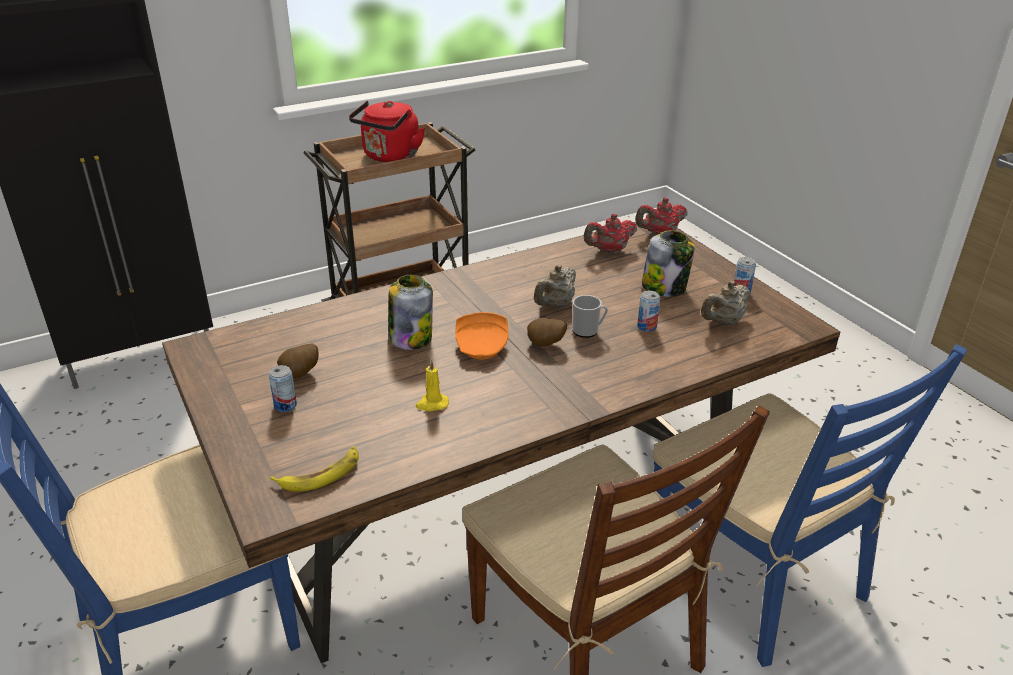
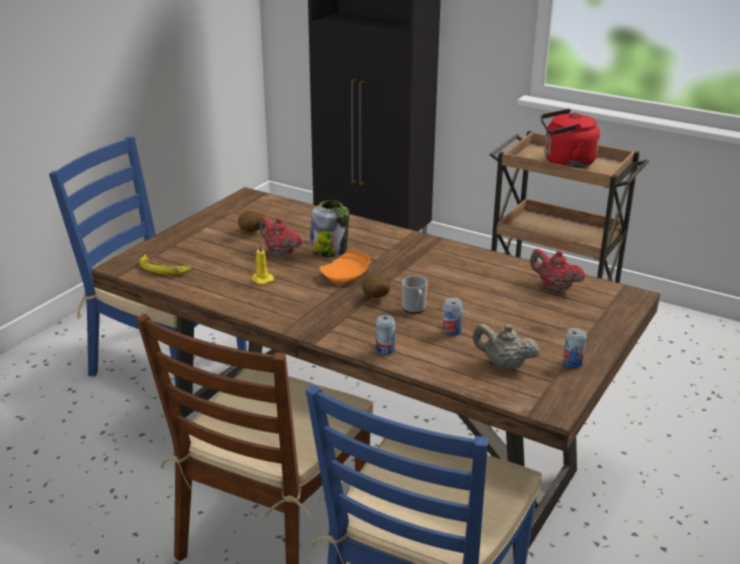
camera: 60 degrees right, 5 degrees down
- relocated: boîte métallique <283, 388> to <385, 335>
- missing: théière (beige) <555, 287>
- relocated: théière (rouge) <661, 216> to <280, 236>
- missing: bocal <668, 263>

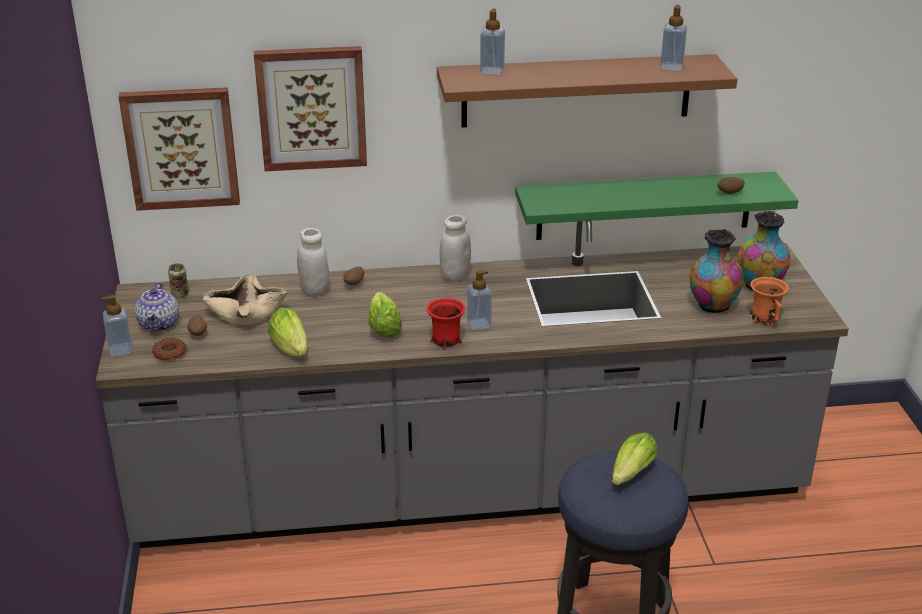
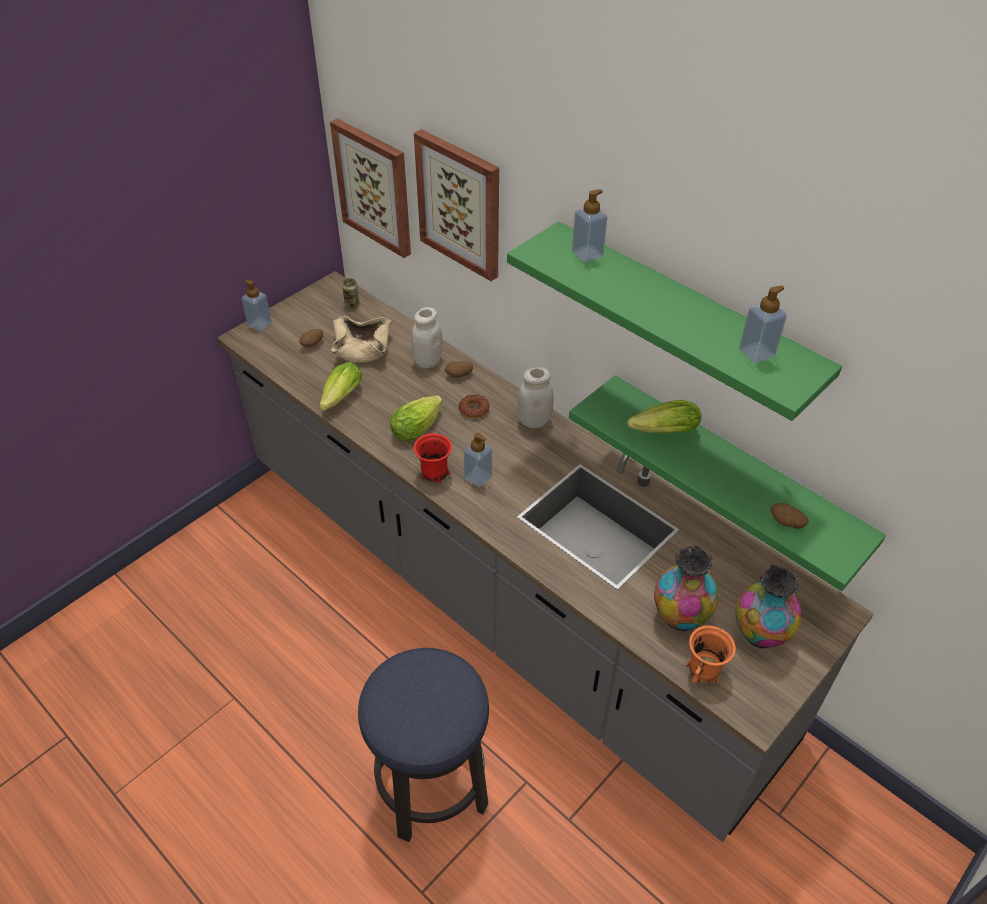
camera: 50 degrees right, 15 degrees up
- missing: théière <157, 307>
- relocated: beignet <169, 349> to <474, 406>
- colour: étagère (marron) <587, 91> to étagère (vert) <674, 321>
- relocated: laitue <634, 459> to <664, 416>

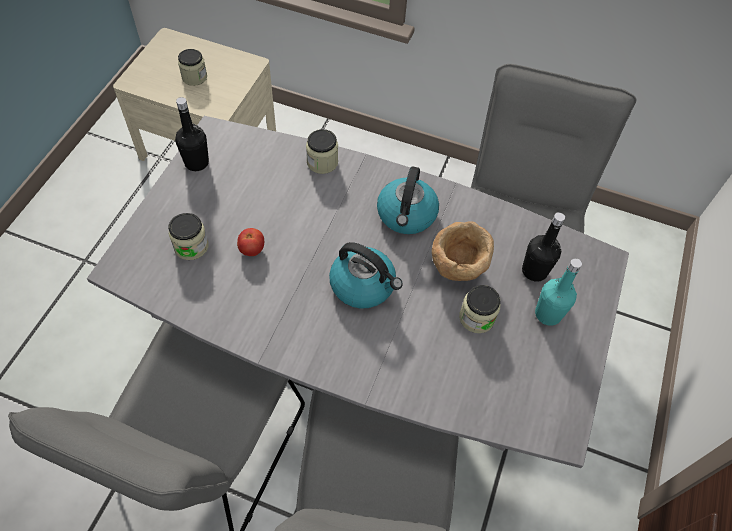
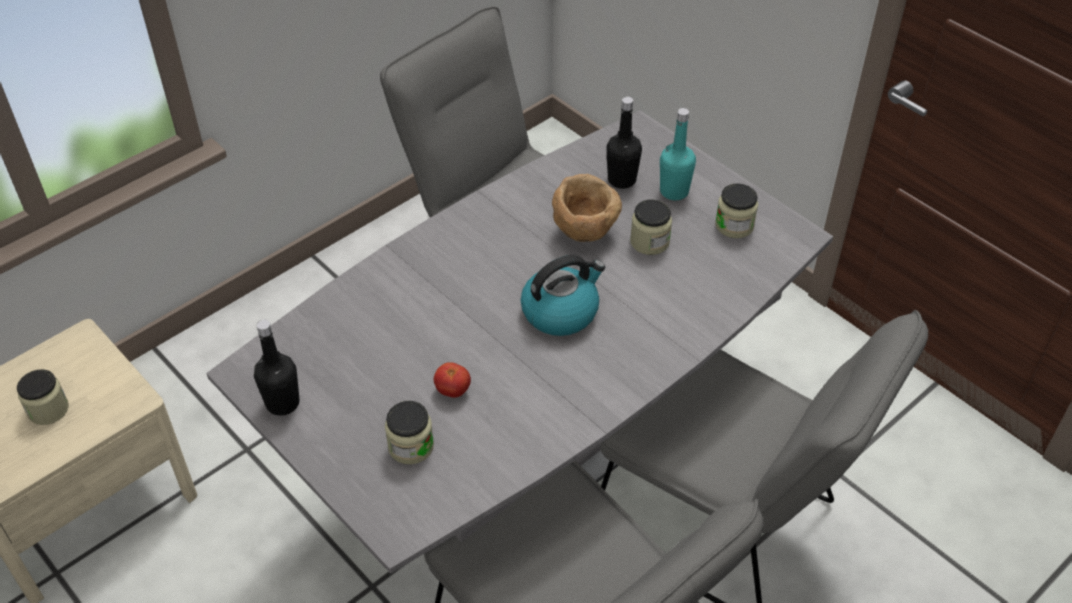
camera: 60 degrees left, 10 degrees down
- relocated: bocal <322, 151> to <736, 210>
- missing: bouilloire <408, 200>

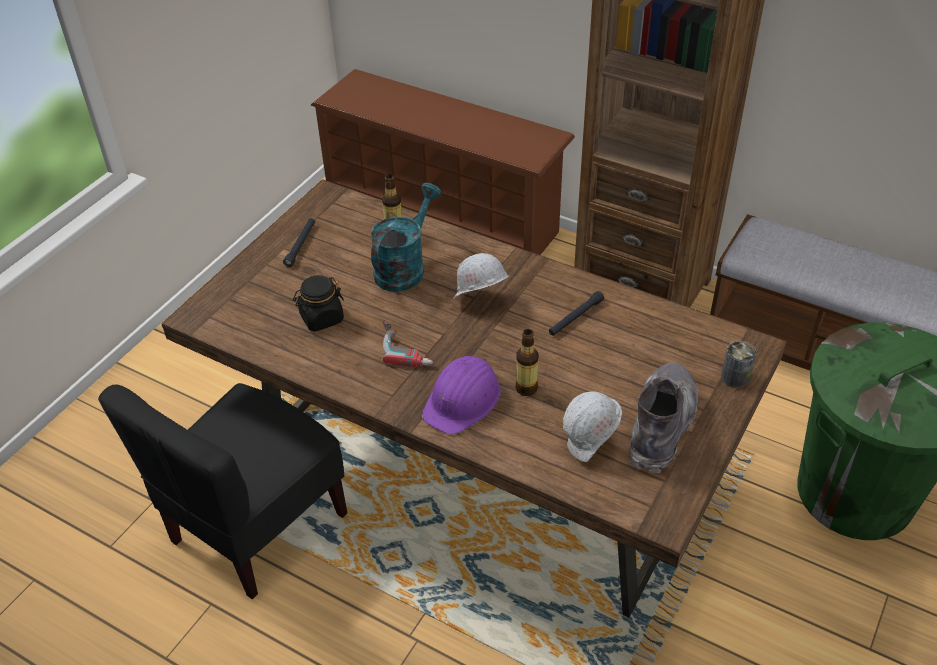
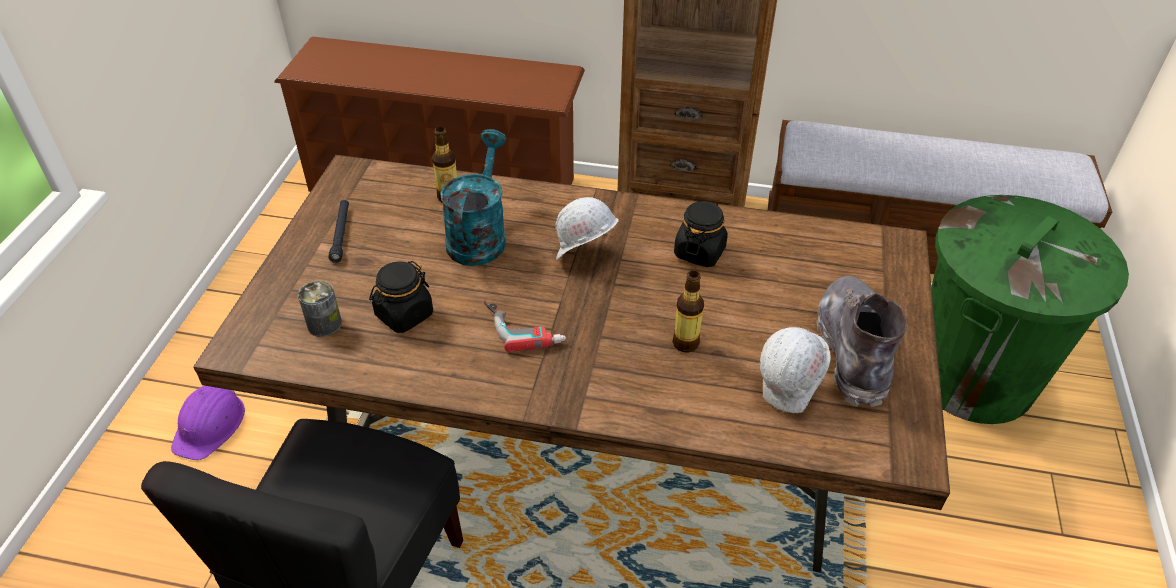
camera: 20 degrees left, 0 degrees up
- relocated: casque de chantier (violet) <461, 395> to <208, 423>
- exchanged: lampe de poche (noir) <576, 313> to bocal (noir) <701, 234>
- relocated: boîte métallique <739, 364> to <320, 308>

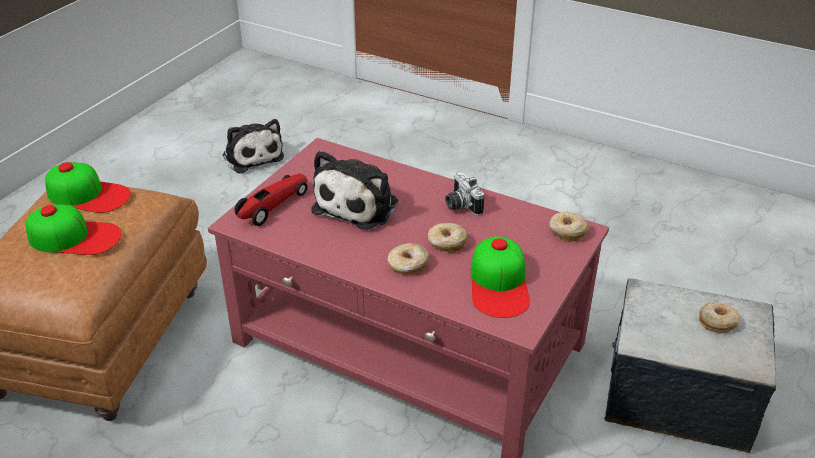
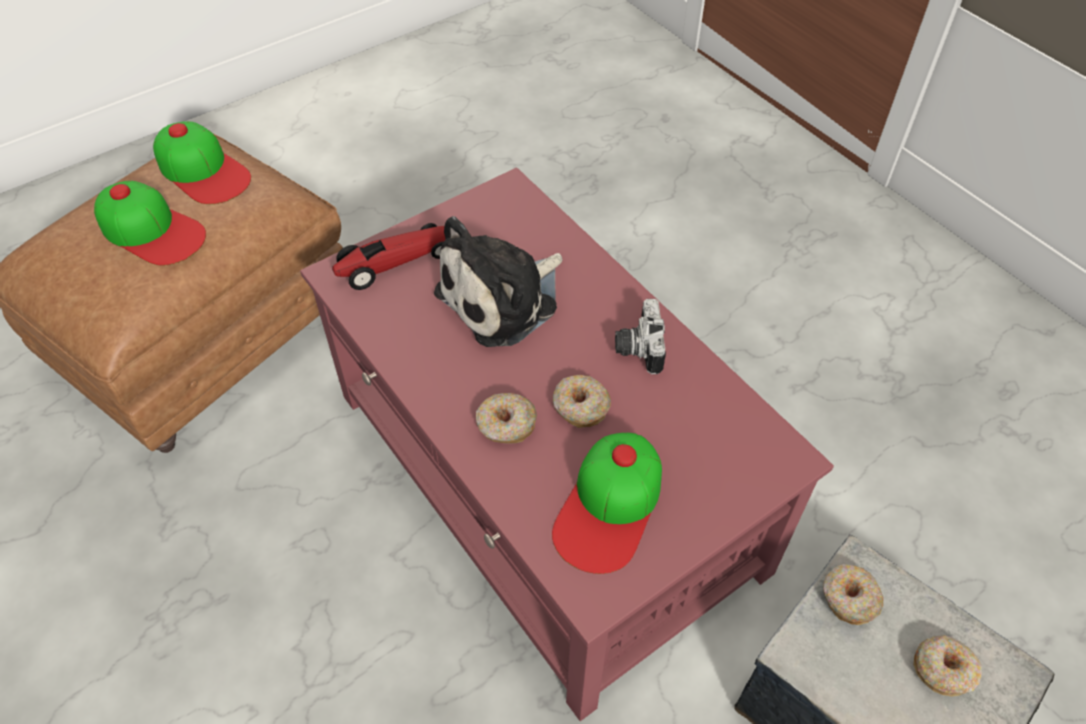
camera: 25 degrees right, 15 degrees up
- missing: peluche <253, 146>
- relocated: beignet <569, 227> to <853, 594>

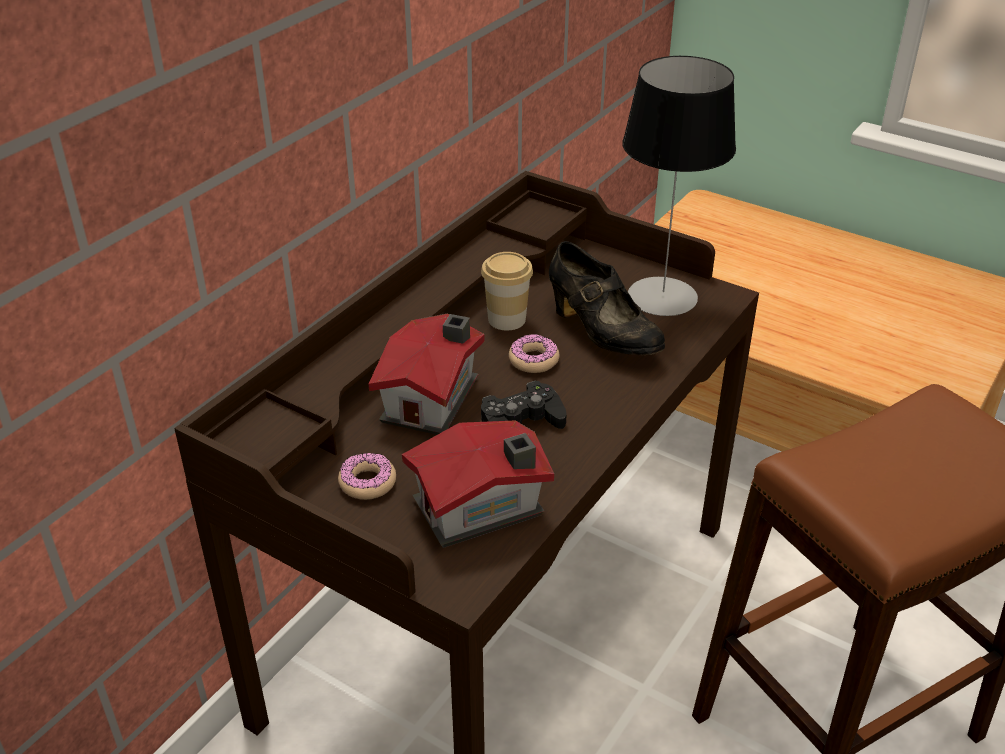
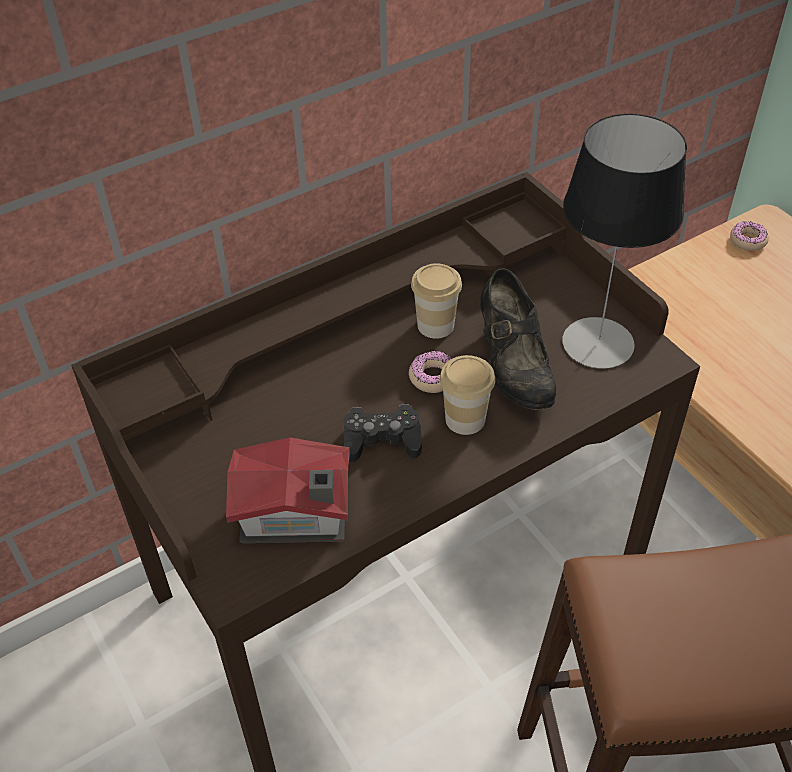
camera: 25 degrees right, 10 degrees up
- relocated: beignet <367, 476> to <749, 236>
- missing: maison miniature <427, 374>
- appeared: tasse <467, 395>

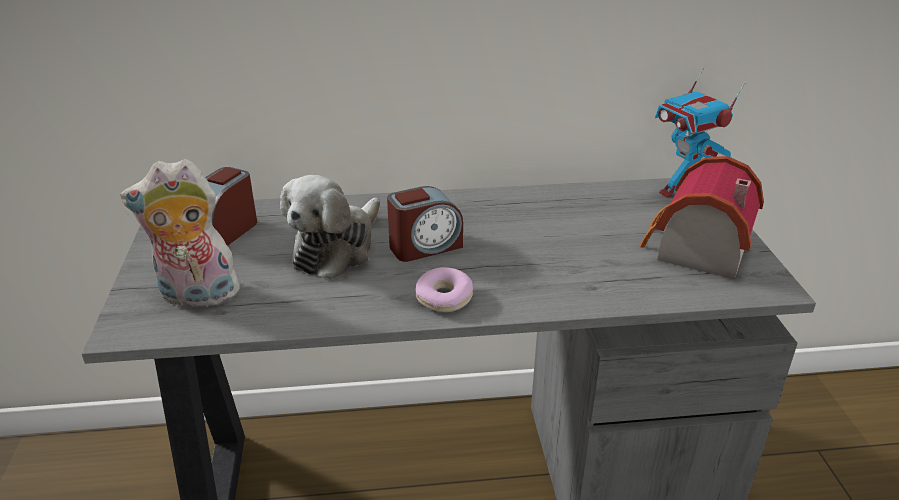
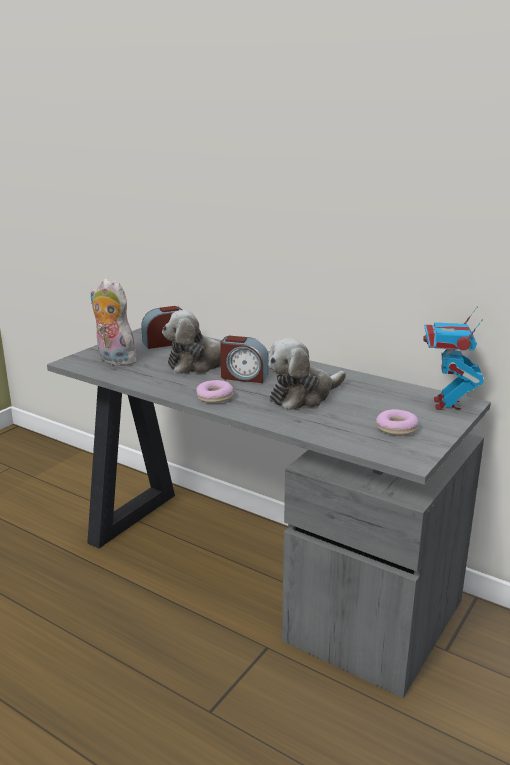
camera: 40 degrees right, 10 degrees down
- exchanged: maison miniature <702, 218> to beignet <397, 422>
- appeared: peluche <307, 374>

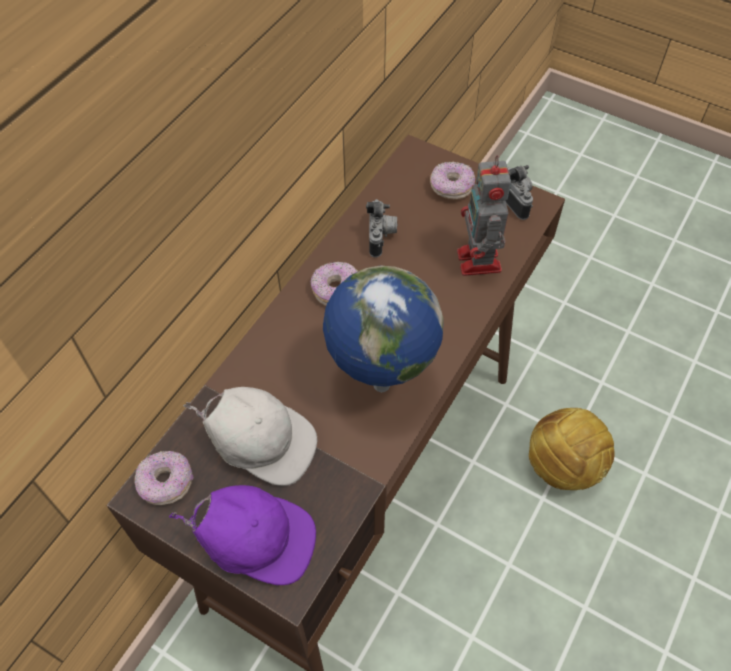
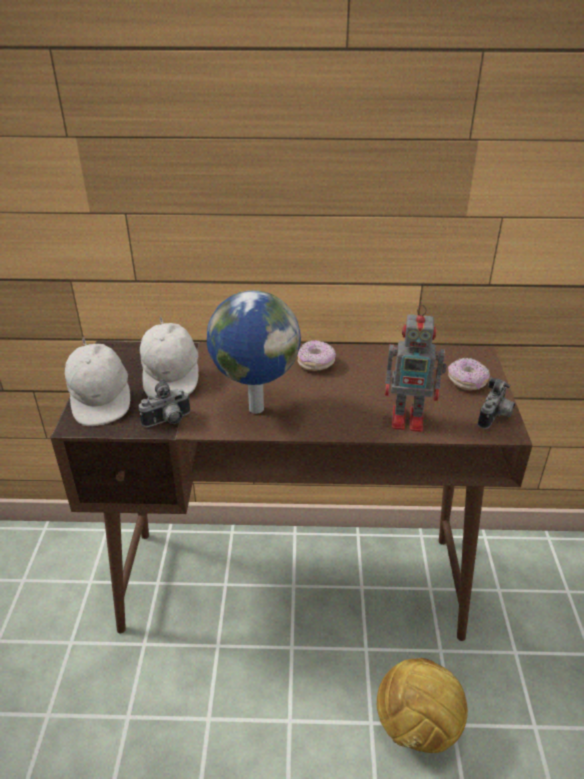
camera: 60 degrees right, 20 degrees down
- missing: beignet <164, 478>
- colour: casquette (violet) <242, 535> to casquette (blanc) <97, 381>
- relocated: appareil photo <382, 228> to <164, 403>
- spun: robot jouet <484, 216> = <415, 368> 135 degrees counterclockwise

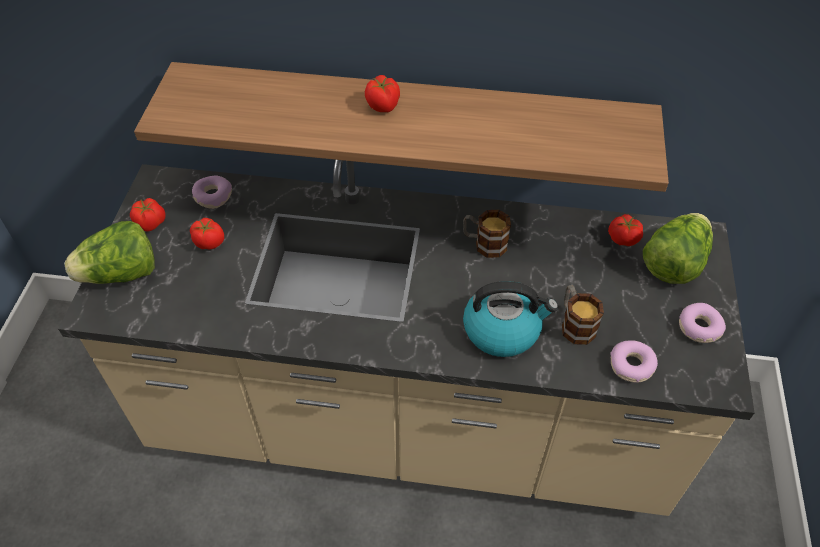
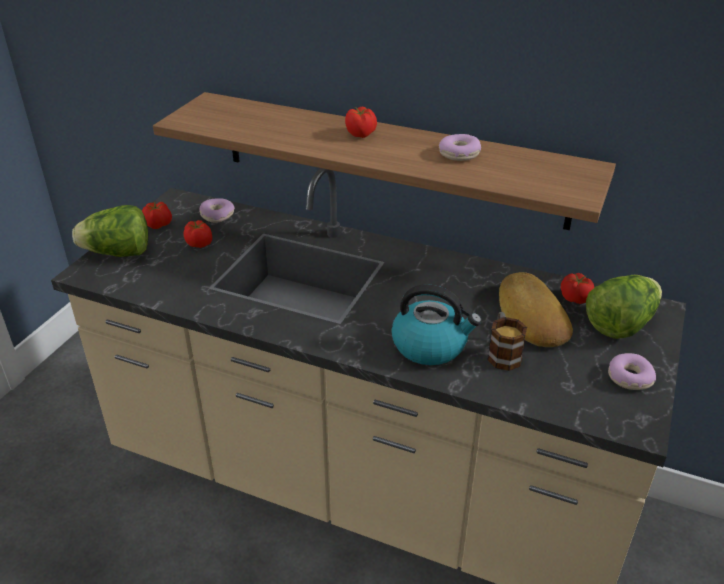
camera: 15 degrees right, 15 degrees down
- missing: mug <487, 234>
- relocated: beignet <634, 361> to <460, 147>
- appeared: pain <536, 309>

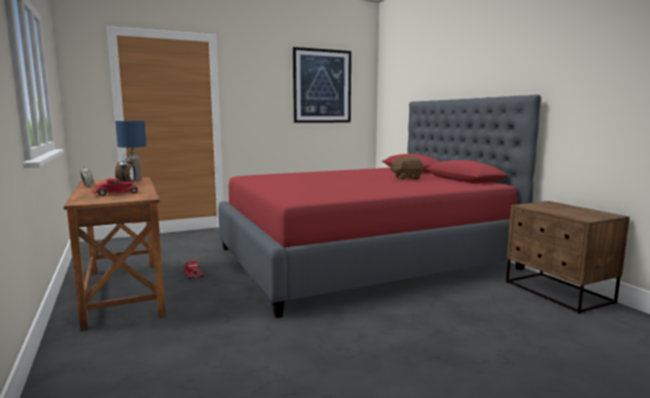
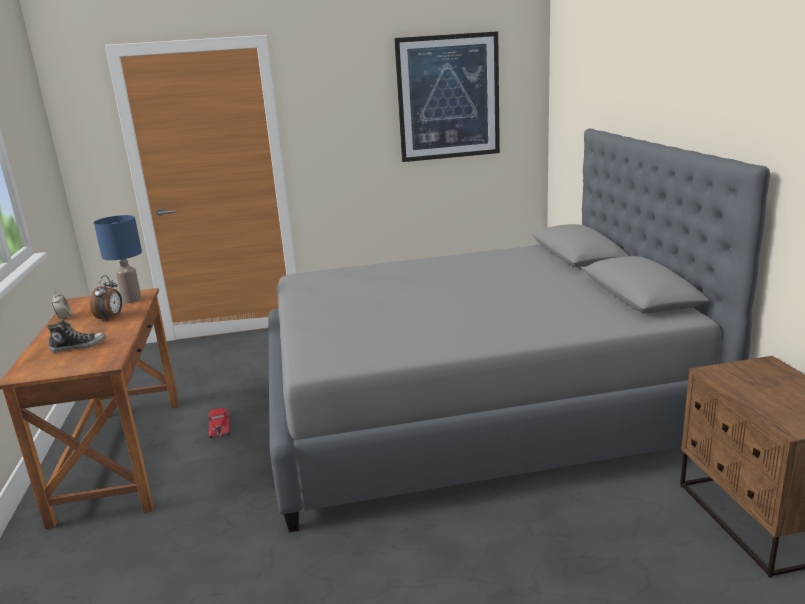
camera: 15 degrees right, 10 degrees up
- exchanged: petite voiture (rouge) <114, 187> to chaussure <76, 335>
- colour: lit (rouge) <379, 206> to lit (gris) <519, 330>
- missing: peluche (marron) <407, 168>

